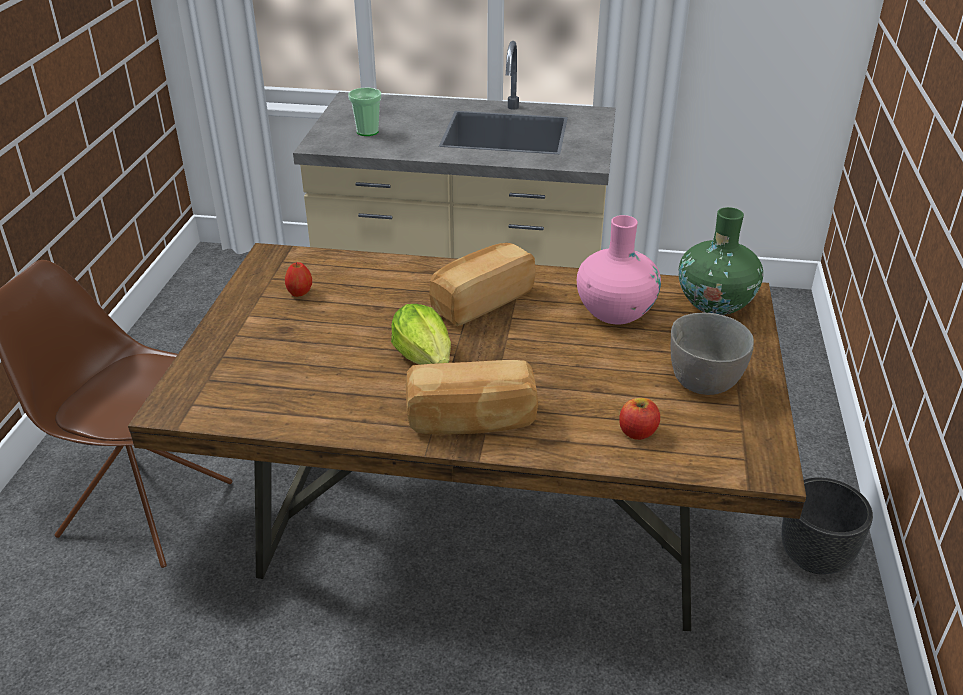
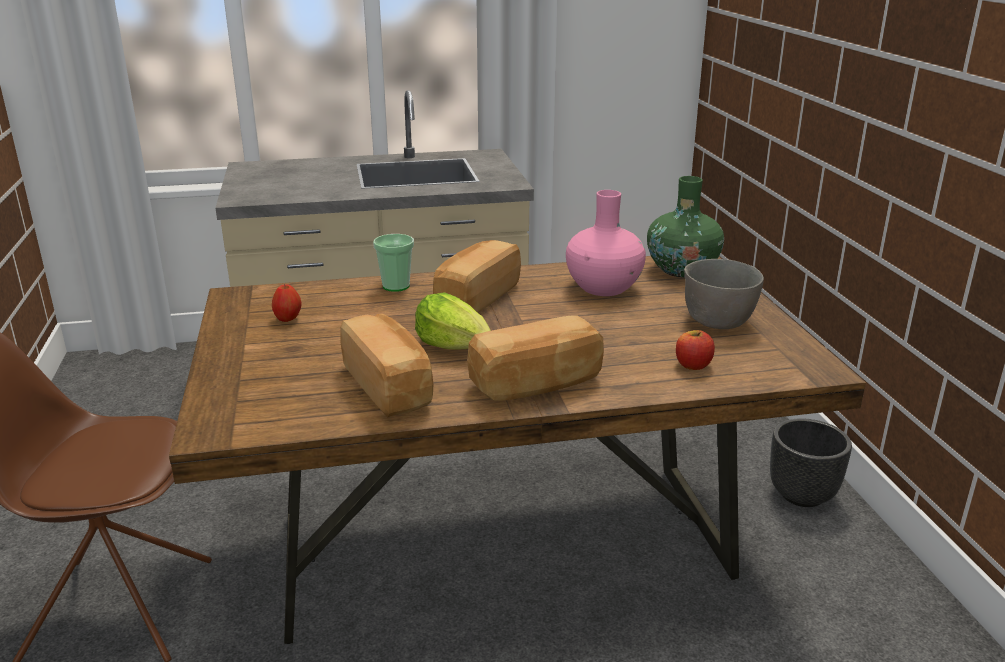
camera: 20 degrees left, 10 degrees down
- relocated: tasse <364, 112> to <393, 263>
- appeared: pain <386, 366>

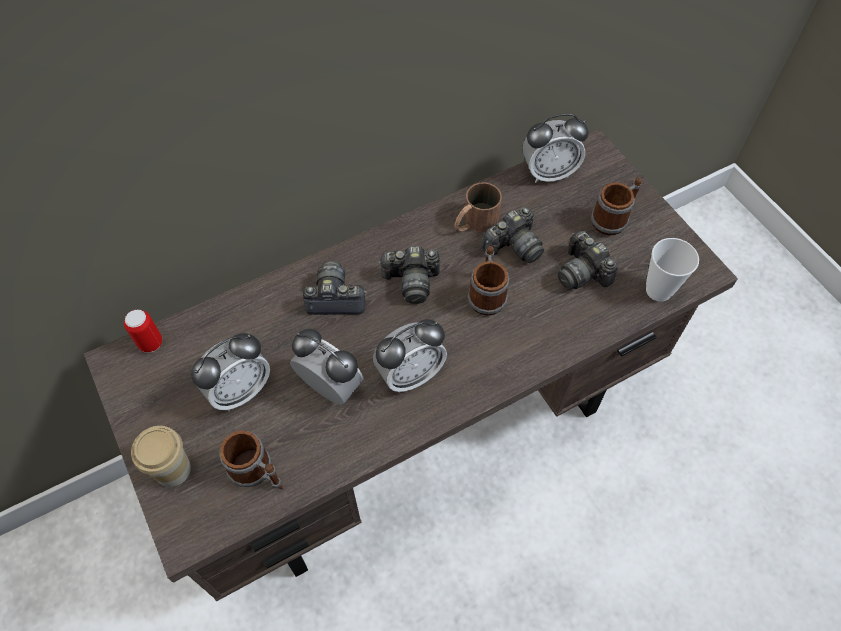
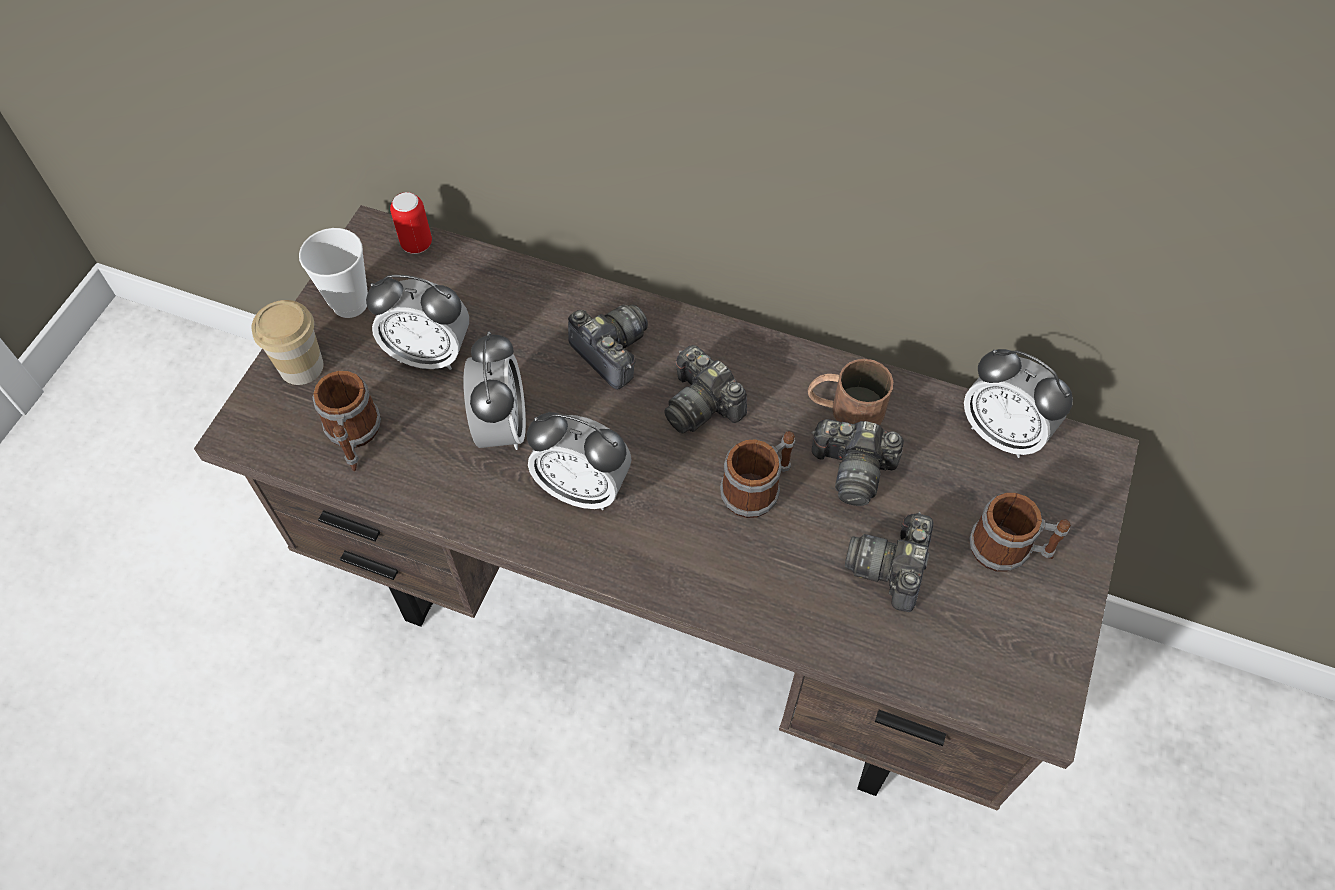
camera: 50 degrees right, 0 degrees up
- relocated: tasse <672, 270> to <333, 273>

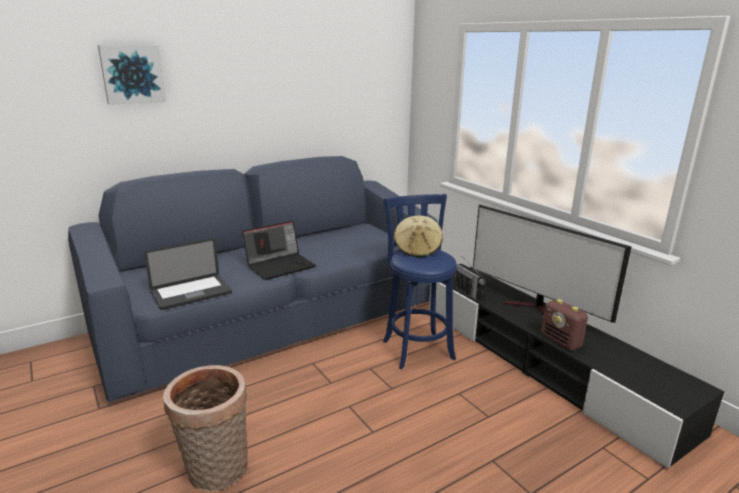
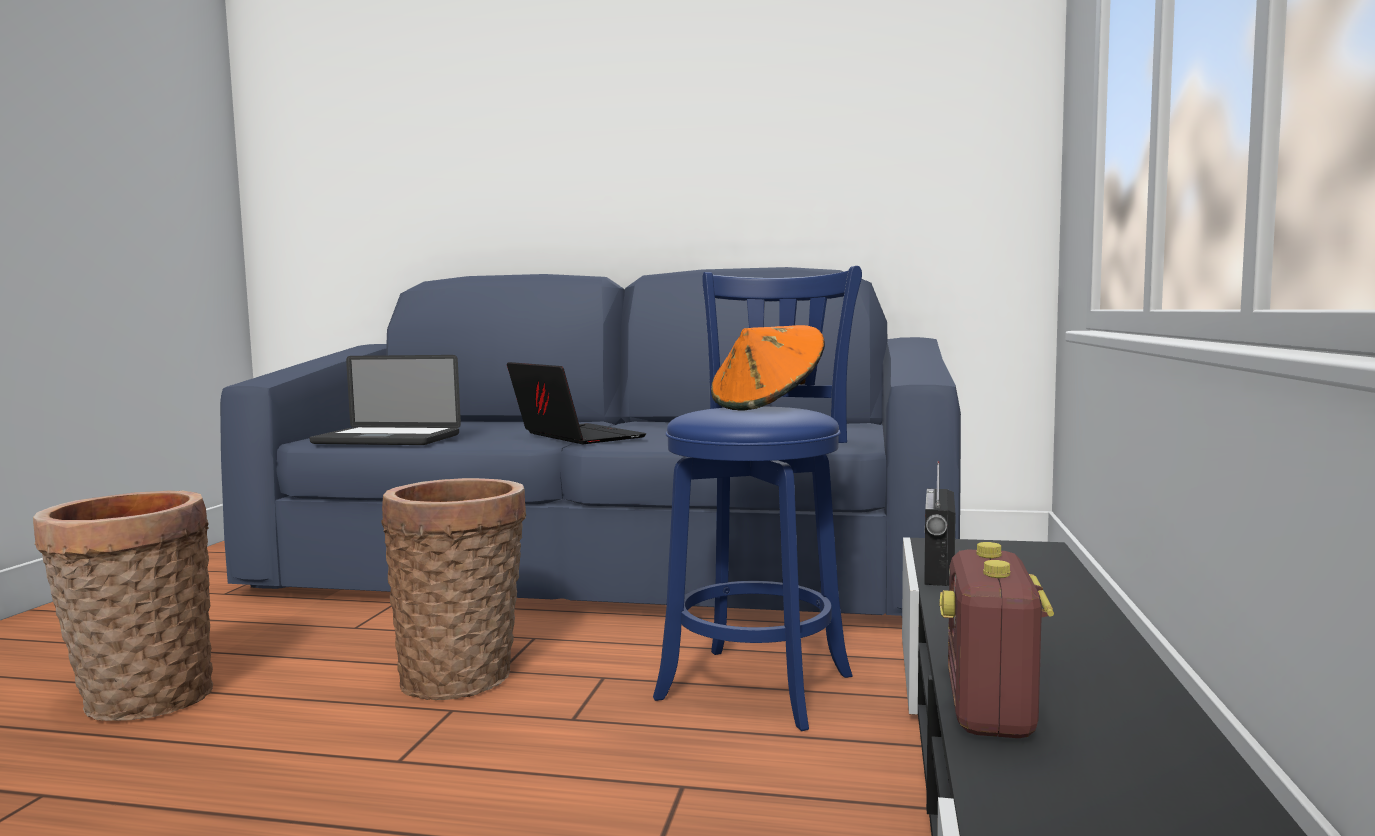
camera: 45 degrees right, 15 degrees down
- missing: tableau <132, 75>
- spun: ordinateur portable <279, 250> = <577, 403> 135 degrees counterclockwise
- colour: chapeau (beige) <418, 236> to chapeau (orange) <768, 367>
- missing: téléviseur <552, 264>
- appeared: panier <453, 589>

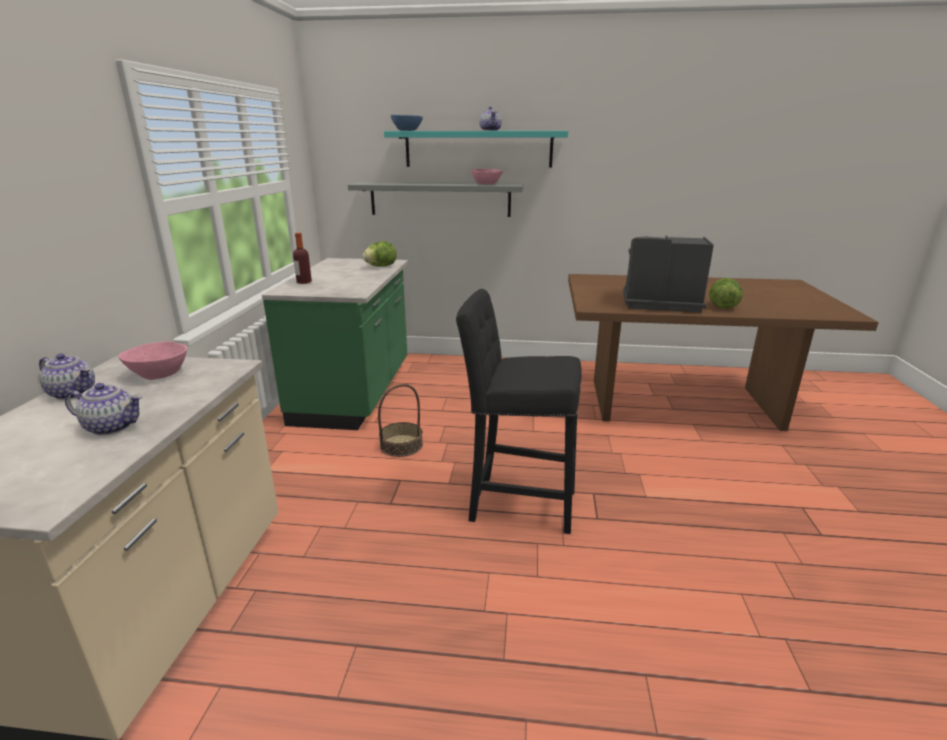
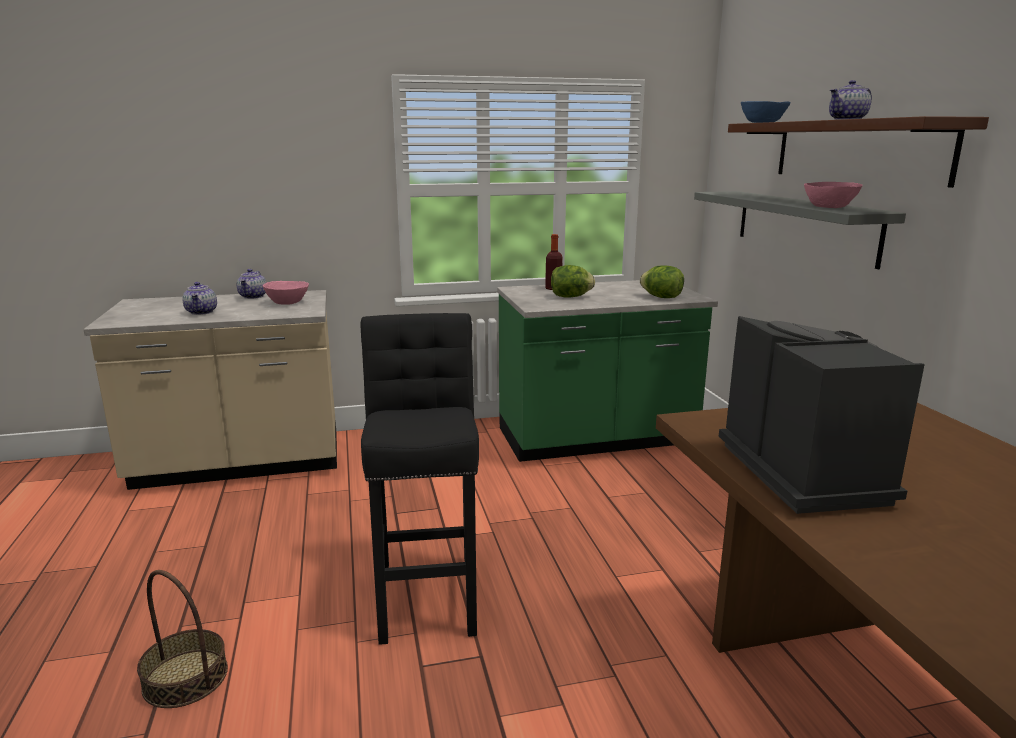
camera: 70 degrees right, 5 degrees down
- relocated: panier <400, 420> to <182, 639>
- colour: étagère (turquoise) <476, 149> to étagère (marron) <858, 152>
- relocated: laitue <726, 293> to <573, 281>

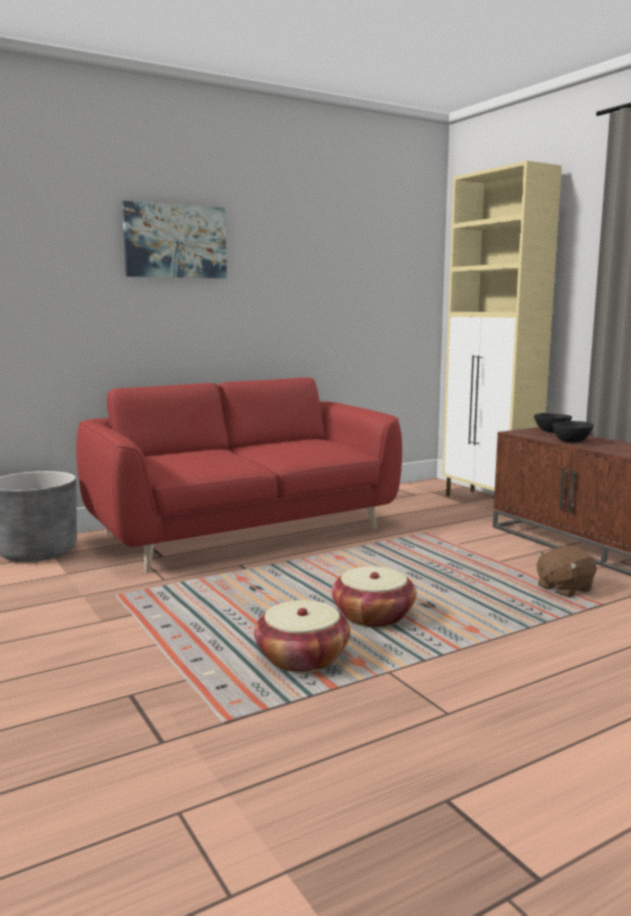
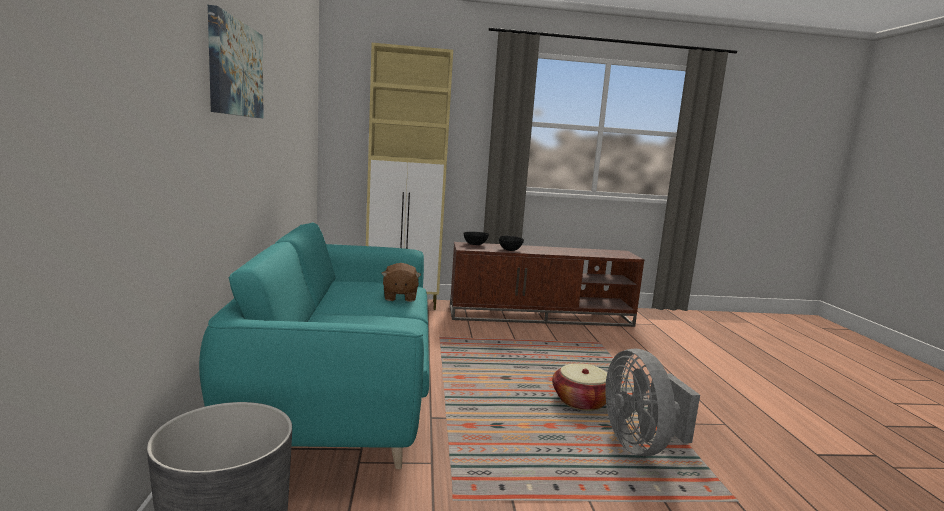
camera: 65 degrees left, 0 degrees up
- colour: canapé (rouge) <239, 475> to canapé (turquoise) <314, 346>
- exchanged: panier <302, 636> to ventilateur (gris) <652, 402>
- relocated: peluche (marron) <566, 571> to <401, 282>

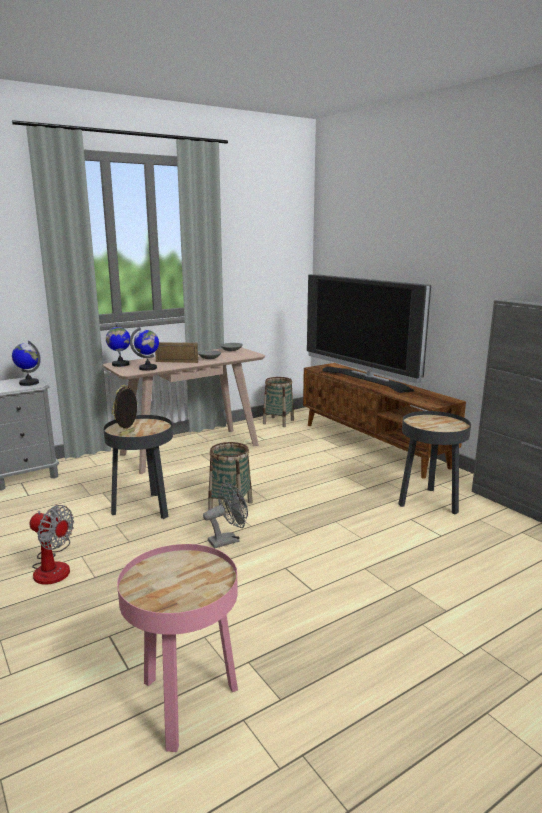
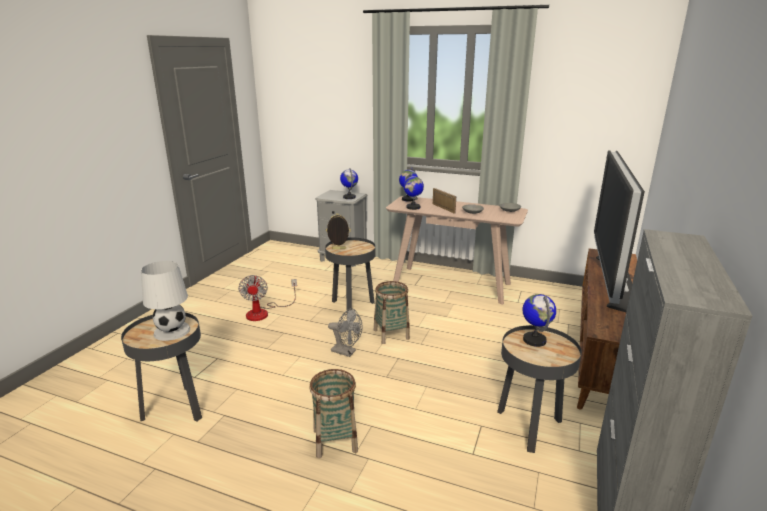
camera: 55 degrees right, 5 degrees up
- colour: table d'appoint (rose) <177, 648> to table d'appoint (noir) <161, 367>
- relocated: panier <278, 402> to <334, 413>
- appeared: lampe de table (blanc) <165, 301>
- appeared: globe <539, 320>

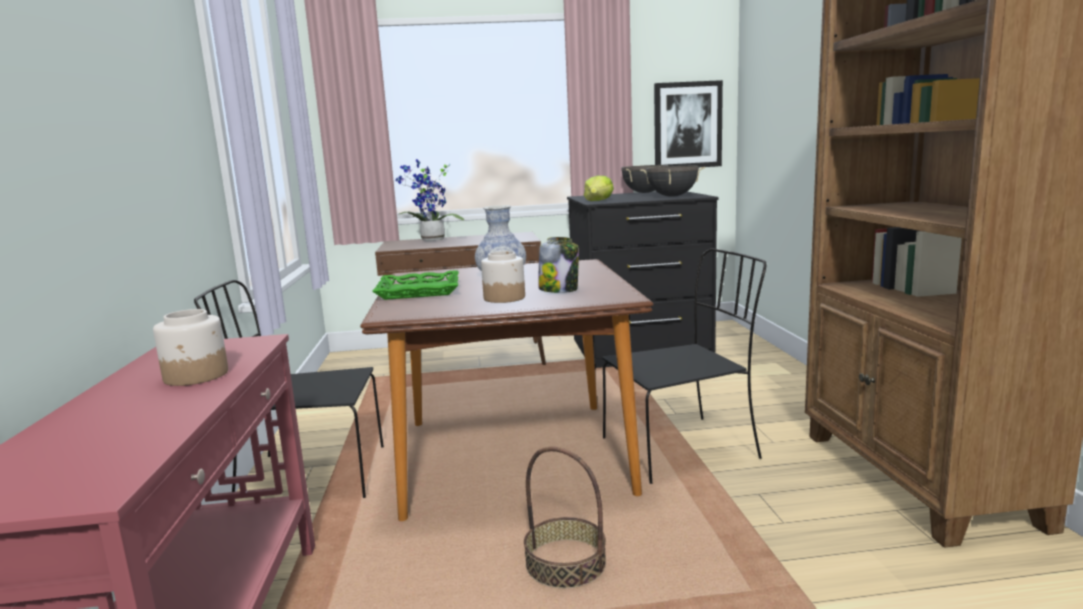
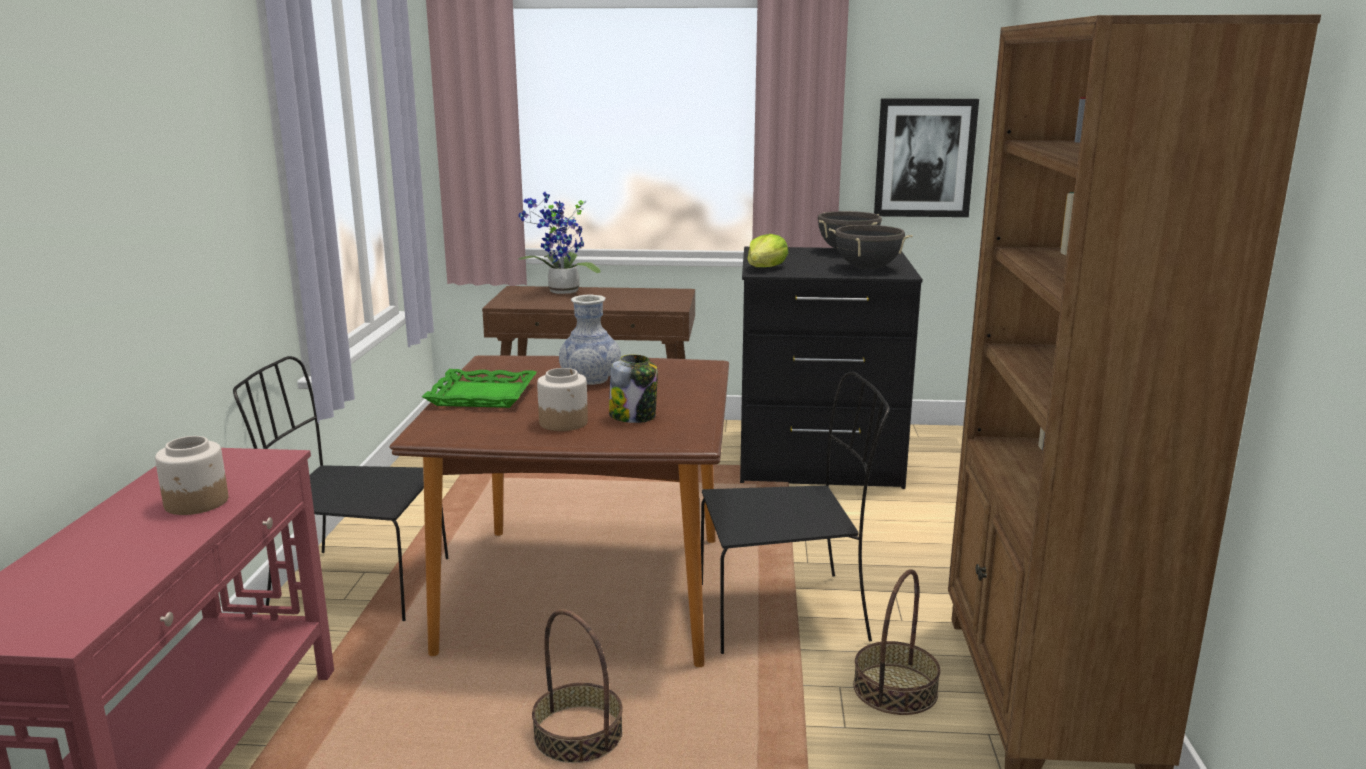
camera: 10 degrees right, 5 degrees up
- appeared: panier <897, 642>

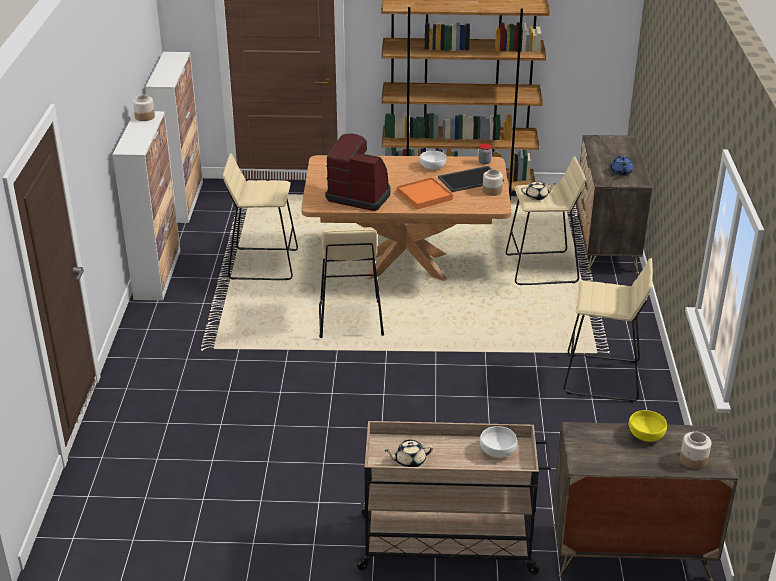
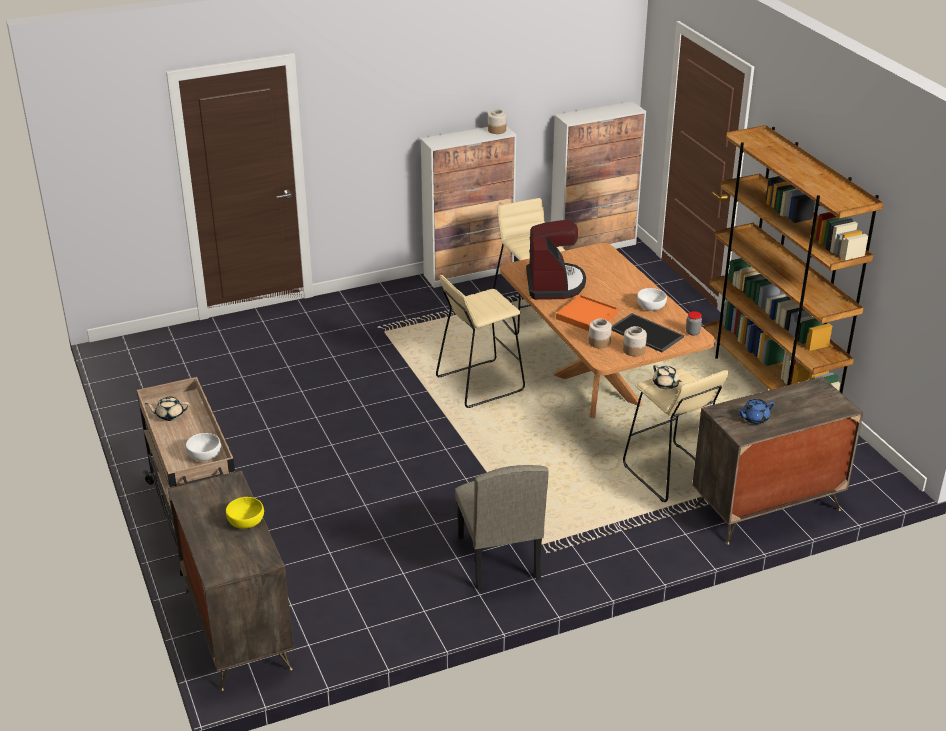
camera: 65 degrees right, 0 degrees up
- spun: théière (beige) <409, 453> = <167, 409> 60 degrees counterclockwise
- exchanged: tabouret (beige) <608, 330> to chaise (beige) <502, 527>
- relocated: bocal <696, 450> to <600, 333>

